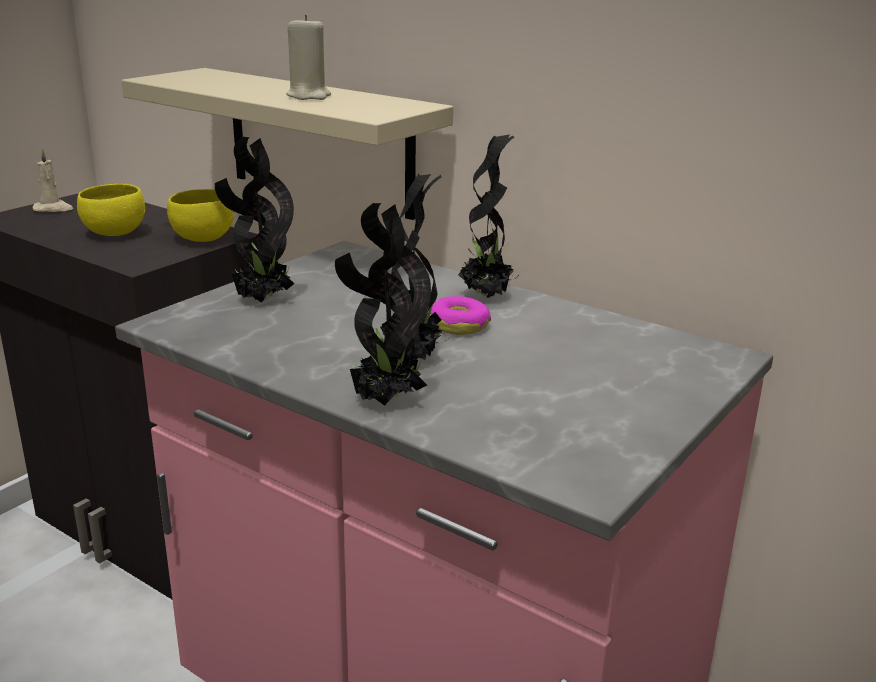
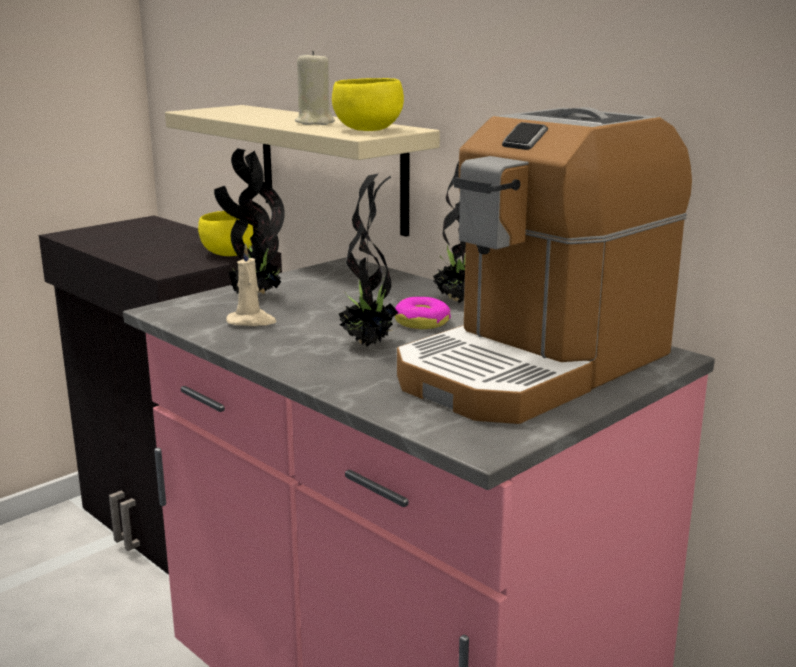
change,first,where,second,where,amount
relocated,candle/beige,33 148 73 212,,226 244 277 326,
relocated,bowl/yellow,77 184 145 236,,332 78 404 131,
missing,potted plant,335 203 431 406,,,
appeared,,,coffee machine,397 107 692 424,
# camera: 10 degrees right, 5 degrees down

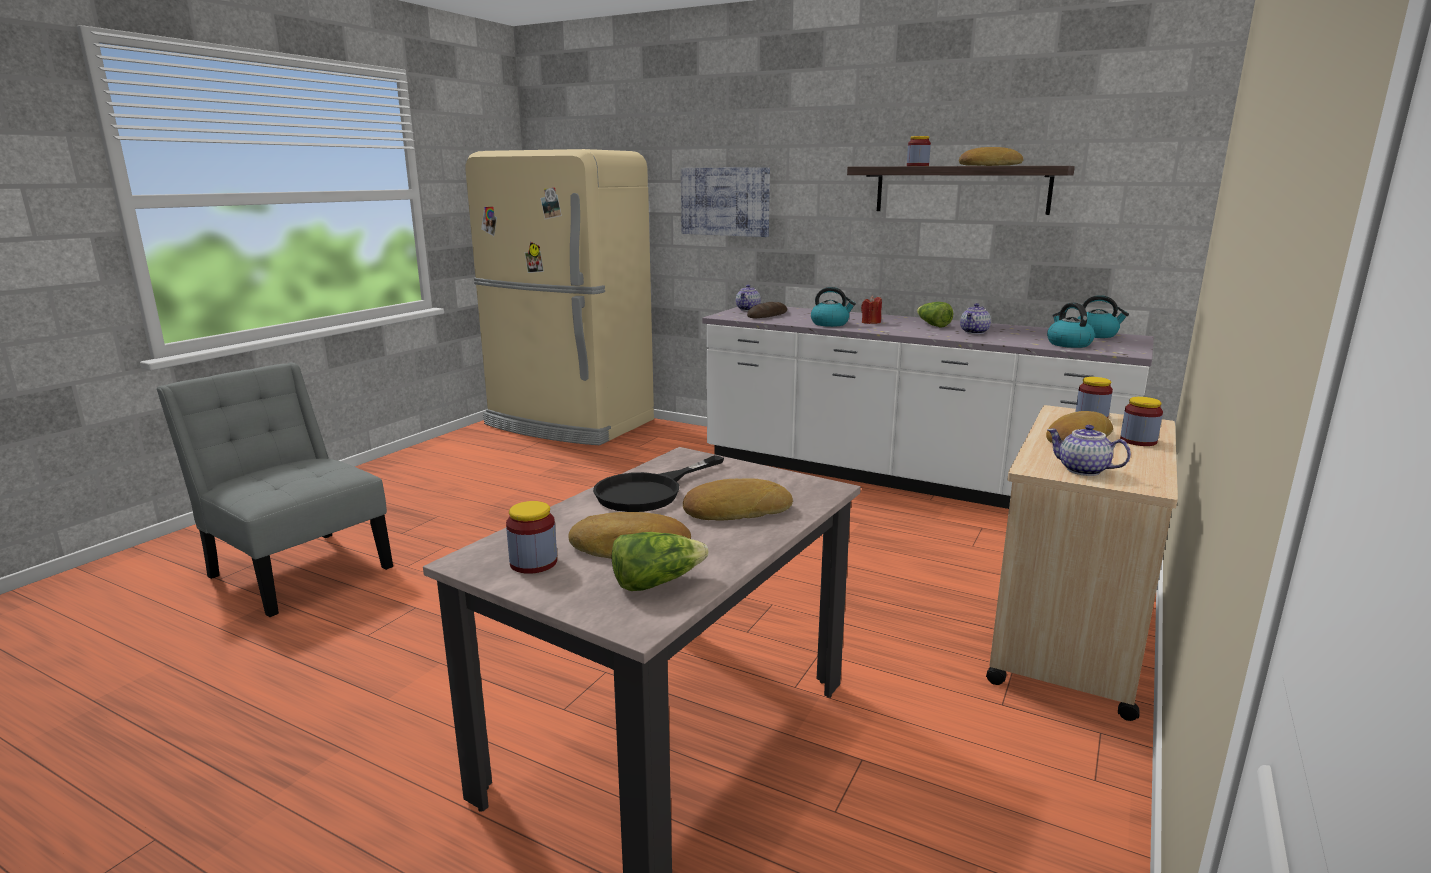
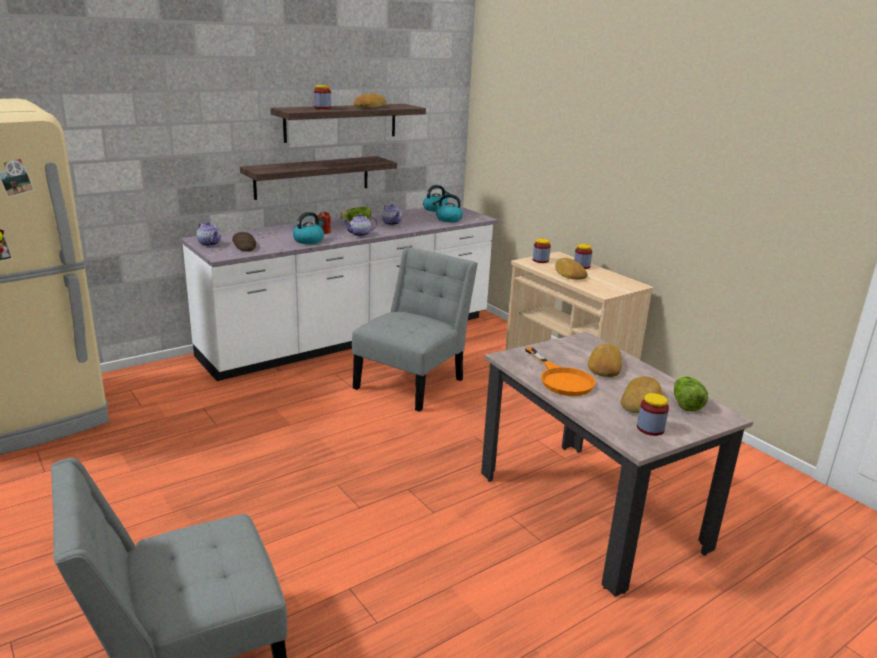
change,first,where,second,where,amount
colour,frying pan/black,593 455 724 512,frying pan/orange,525 347 596 396,
missing,picture,681 167 770 237,,,
relocated,teapot,1047 425 1131 476,,343 214 377 237,
appeared,,,shelf,240 156 397 200,
appeared,,,chair/grey,352 247 478 412,
# camera: 65 degrees left, 5 degrees up

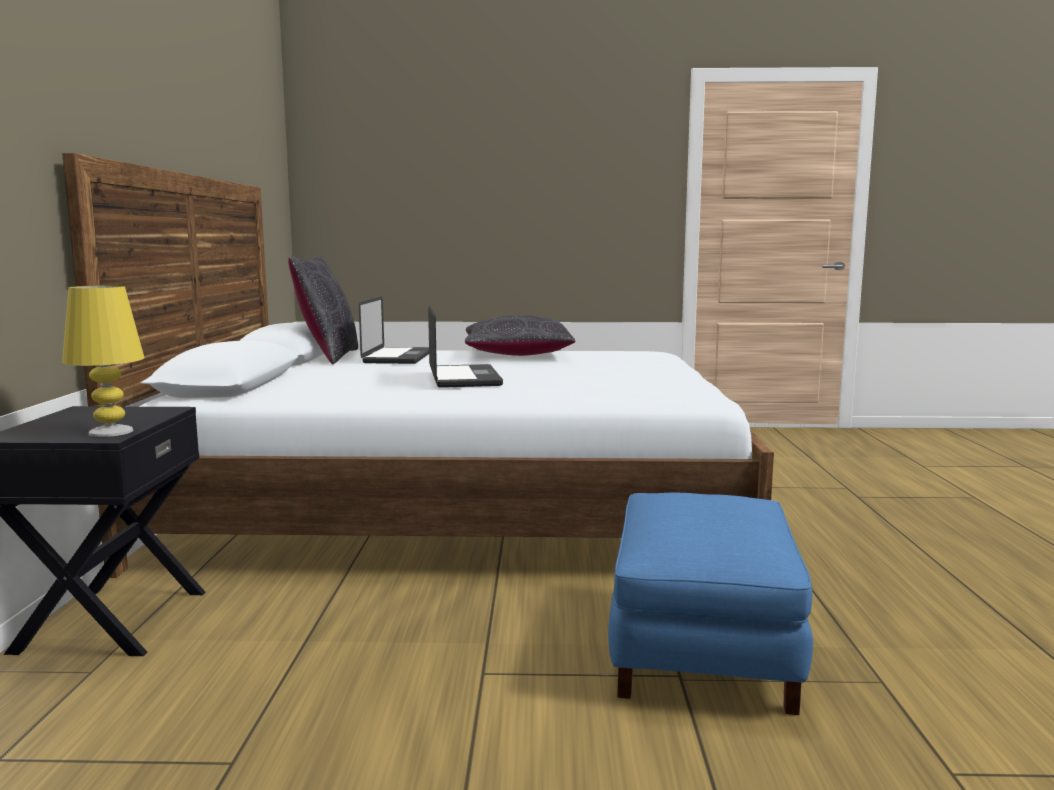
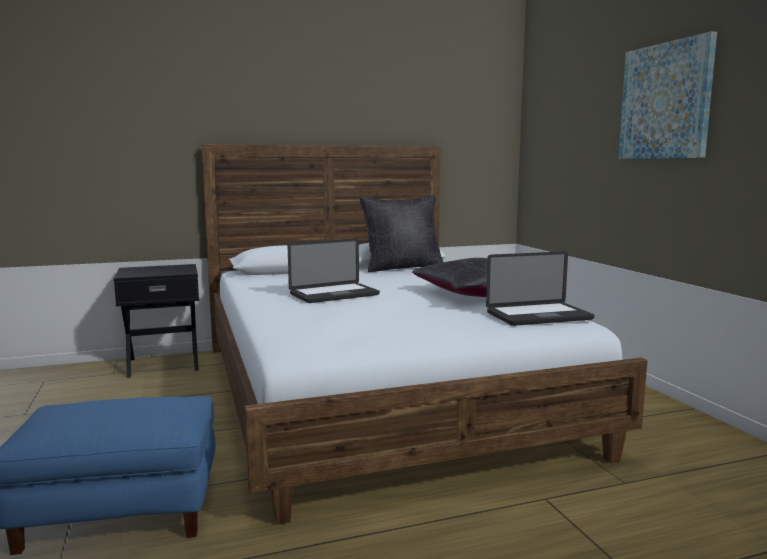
change,first,where,second,where,amount
missing,table lamp/yellow,62 285 144 437,,,
relocated,laptop,359 297 429 364,,486 251 594 326,
appeared,,,picture,618 31 717 159,
# camera: 70 degrees right, 0 degrees up

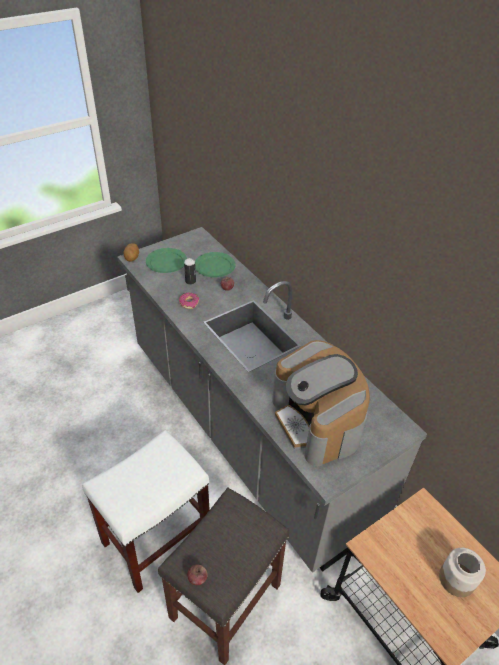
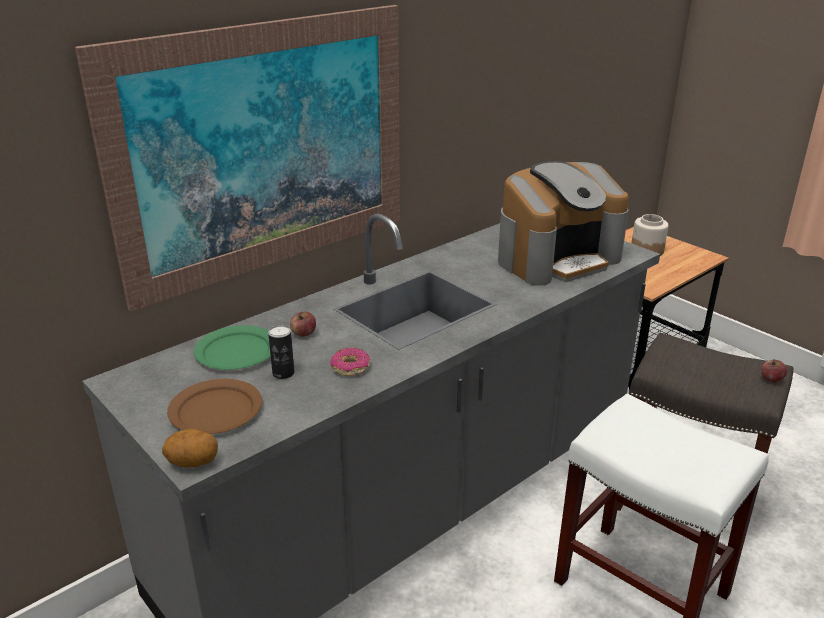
change,first,where,second,where,amount
colour,plate/green,146 248 187 273,plate/brown,167 379 262 434,
appeared,,,picture,75 5 400 311,
# camera: 95 degrees left, 15 degrees down

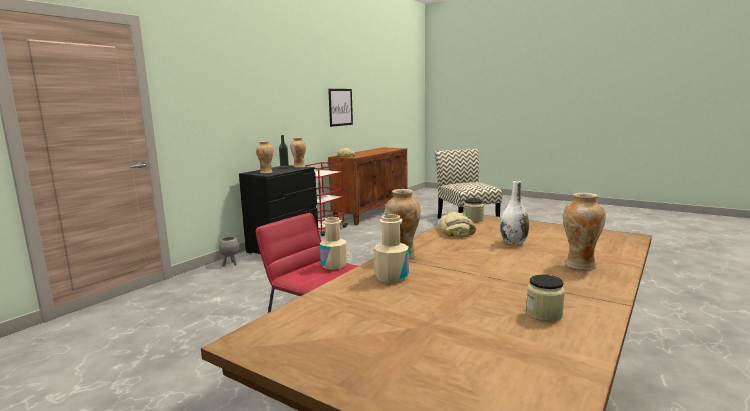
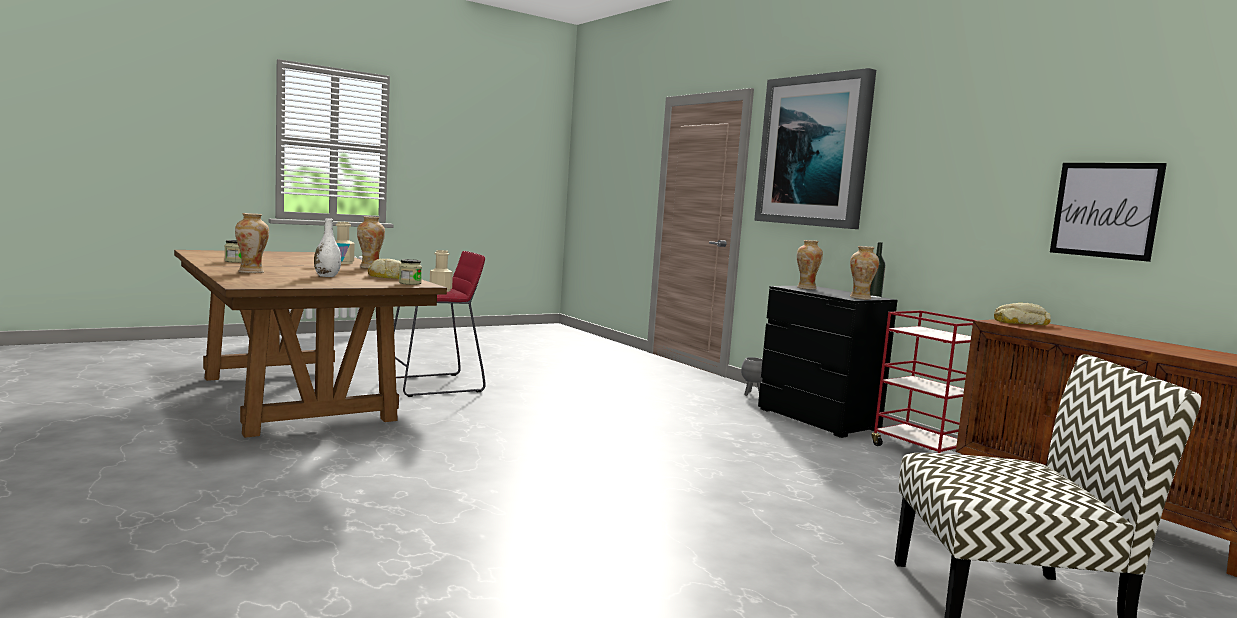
change,first,where,second,where,amount
appeared,,,picture,754 68 876 229,
# camera: 110 degrees right, 5 degrees down

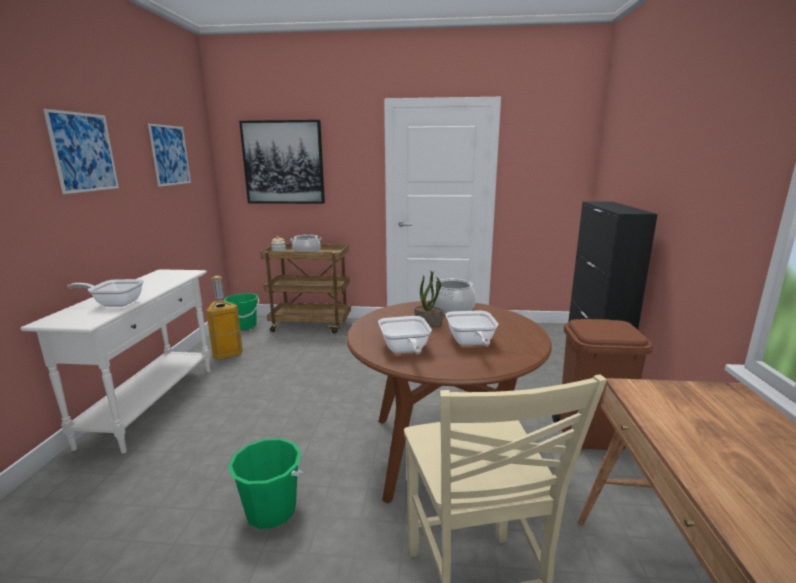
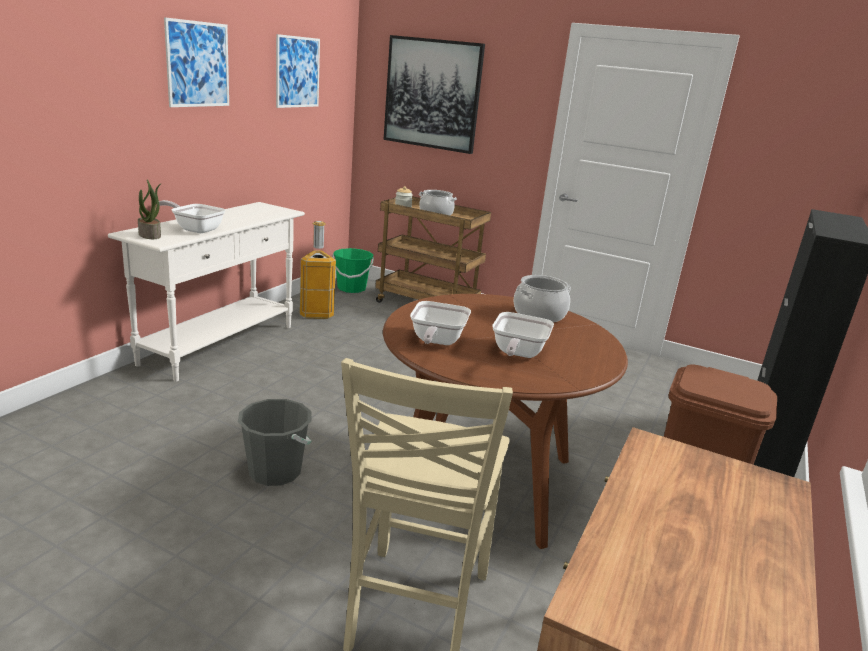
change,first,where,second,where,amount
colour,bucket/green,228 438 303 529,bucket/grey,238 399 312 486,
relocated,potted plant,414 271 443 327,,138 180 162 239,
# camera: 20 degrees right, 5 degrees up

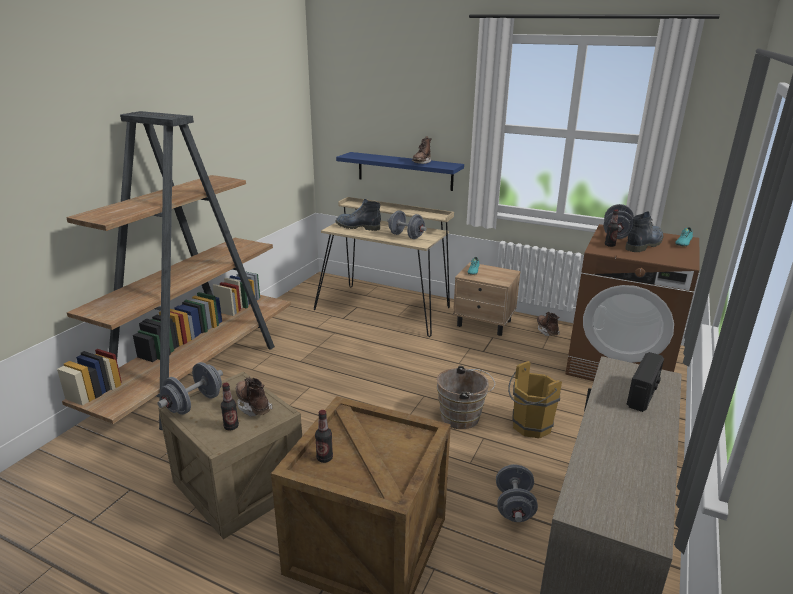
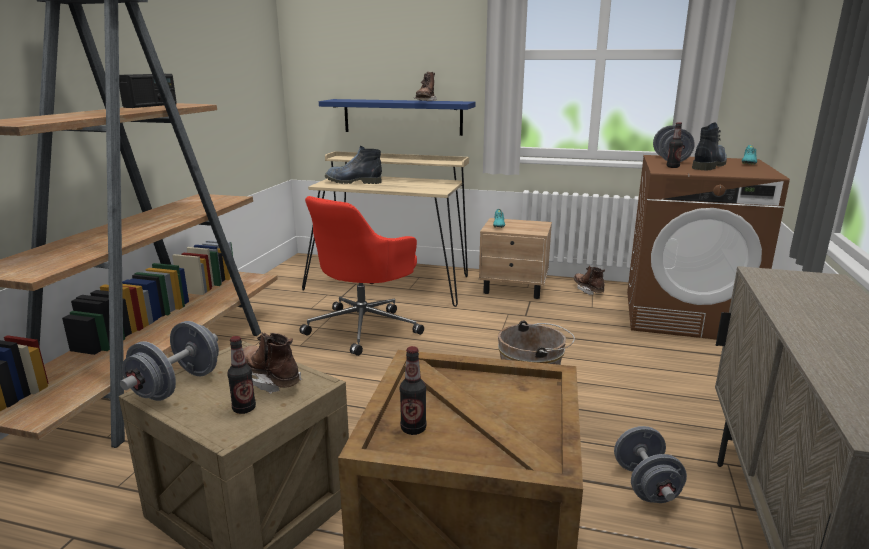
change,first,where,second,where,amount
missing,dumbbell/grey,387 210 427 239,,,
missing,bucket/brown,508 361 562 438,,,
relocated,radio,627 352 664 412,,119 74 177 108,
appeared,,,office chair/red,299 196 424 356,
# camera: 10 degrees left, 5 degrees down

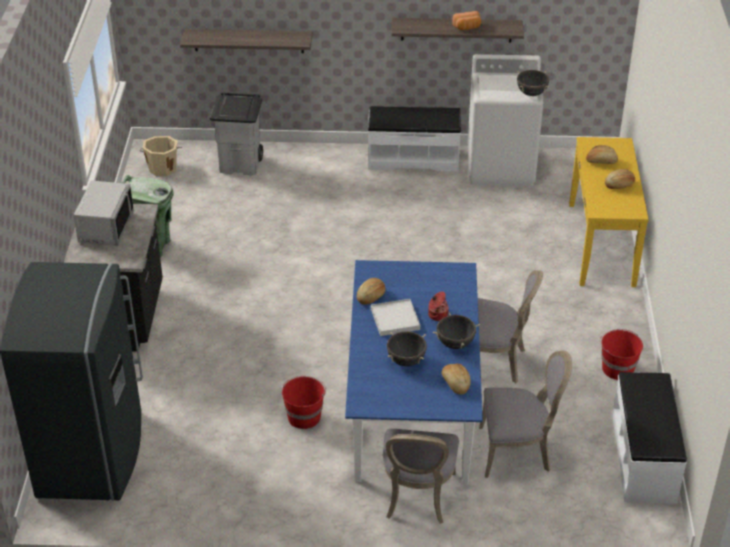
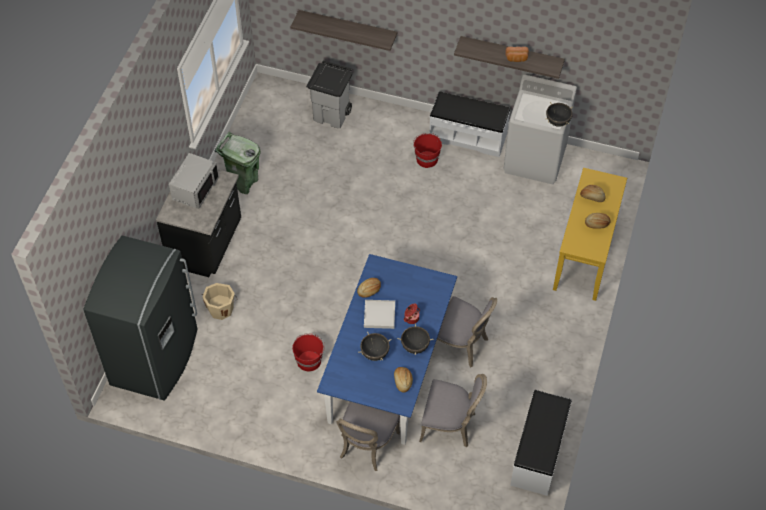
change,first,where,second,where,amount
relocated,bucket/beige,140 136 182 176,,202 283 238 320,
relocated,bucket/red,600 329 643 380,,413 133 442 168,
# camera: 15 degrees right, 15 degrees up

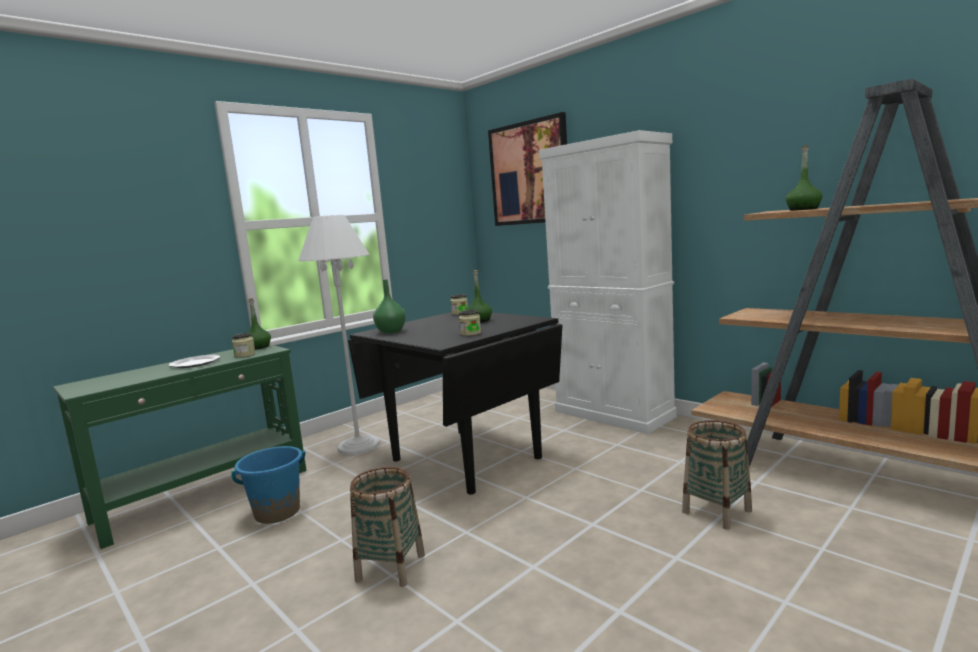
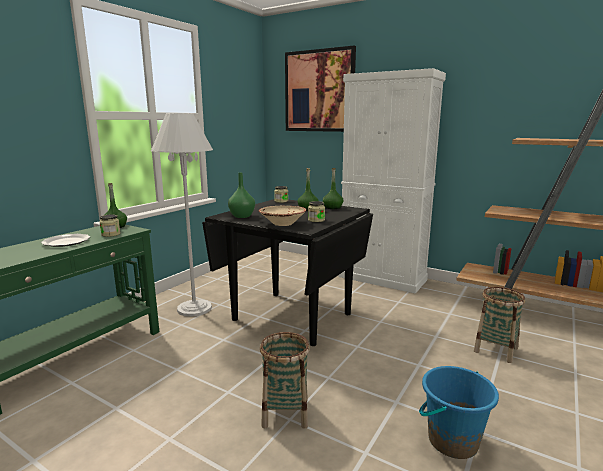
change,first,where,second,where,amount
relocated,bucket/blue,231 446 305 524,,419 366 499 459,
relocated,bottle/green,786 146 823 211,,323 168 344 209,
appeared,,,bowl/beige,259 206 306 226,
# camera: 15 degrees left, 5 degrees up

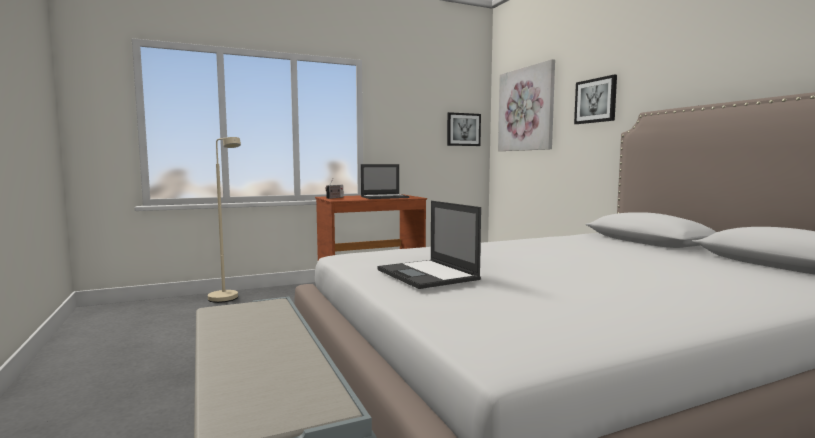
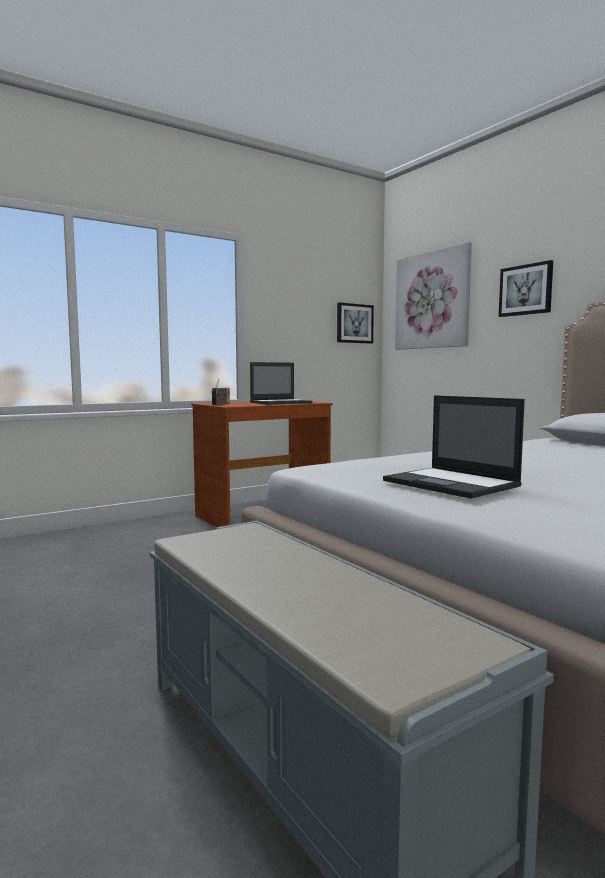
change,first,where,second,where,amount
missing,floor lamp/beige,208 137 241 303,,,
# camera: 10 degrees left, 0 degrees up

